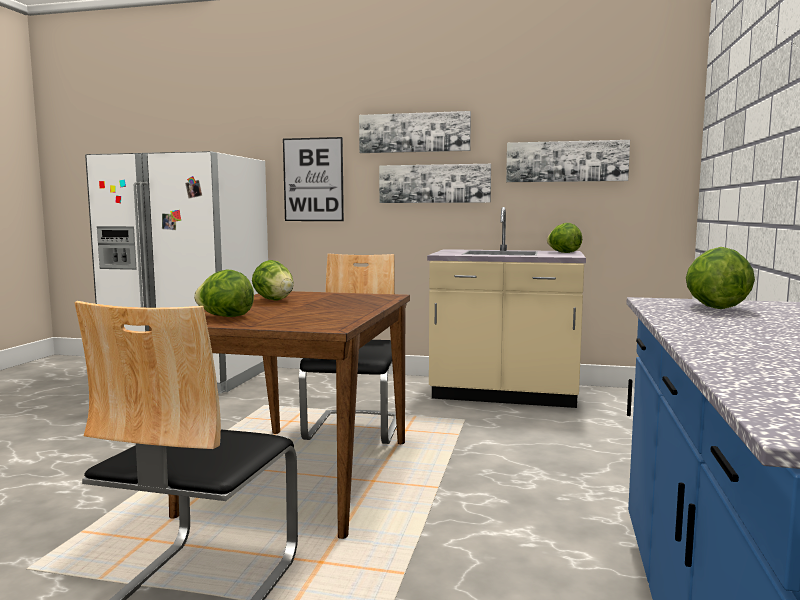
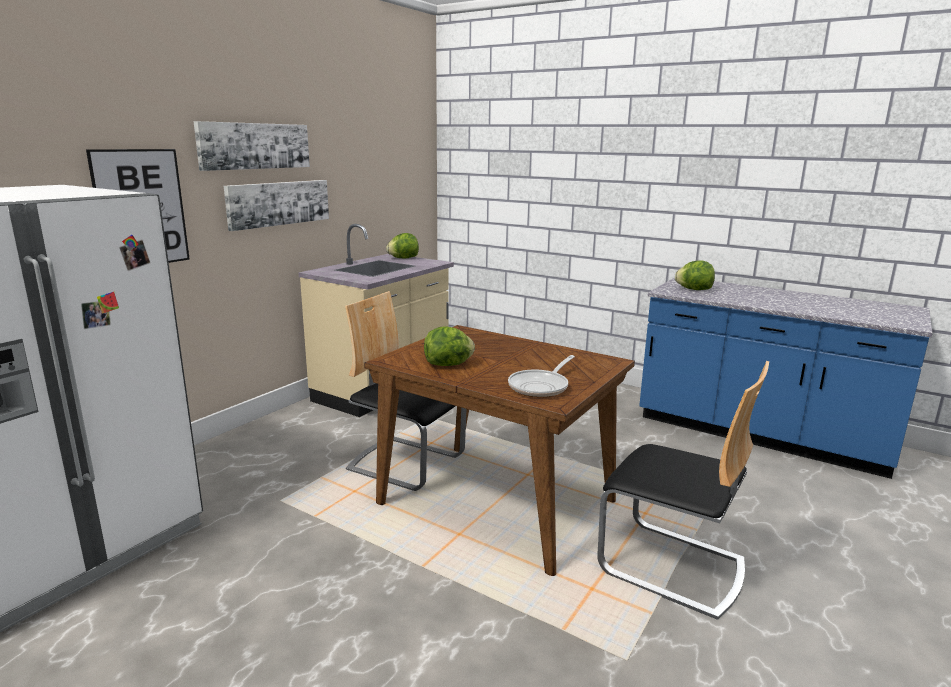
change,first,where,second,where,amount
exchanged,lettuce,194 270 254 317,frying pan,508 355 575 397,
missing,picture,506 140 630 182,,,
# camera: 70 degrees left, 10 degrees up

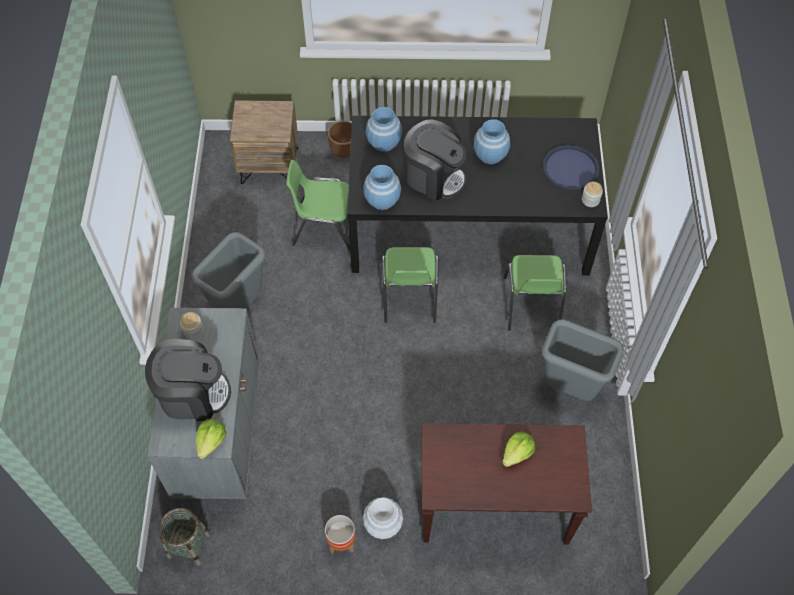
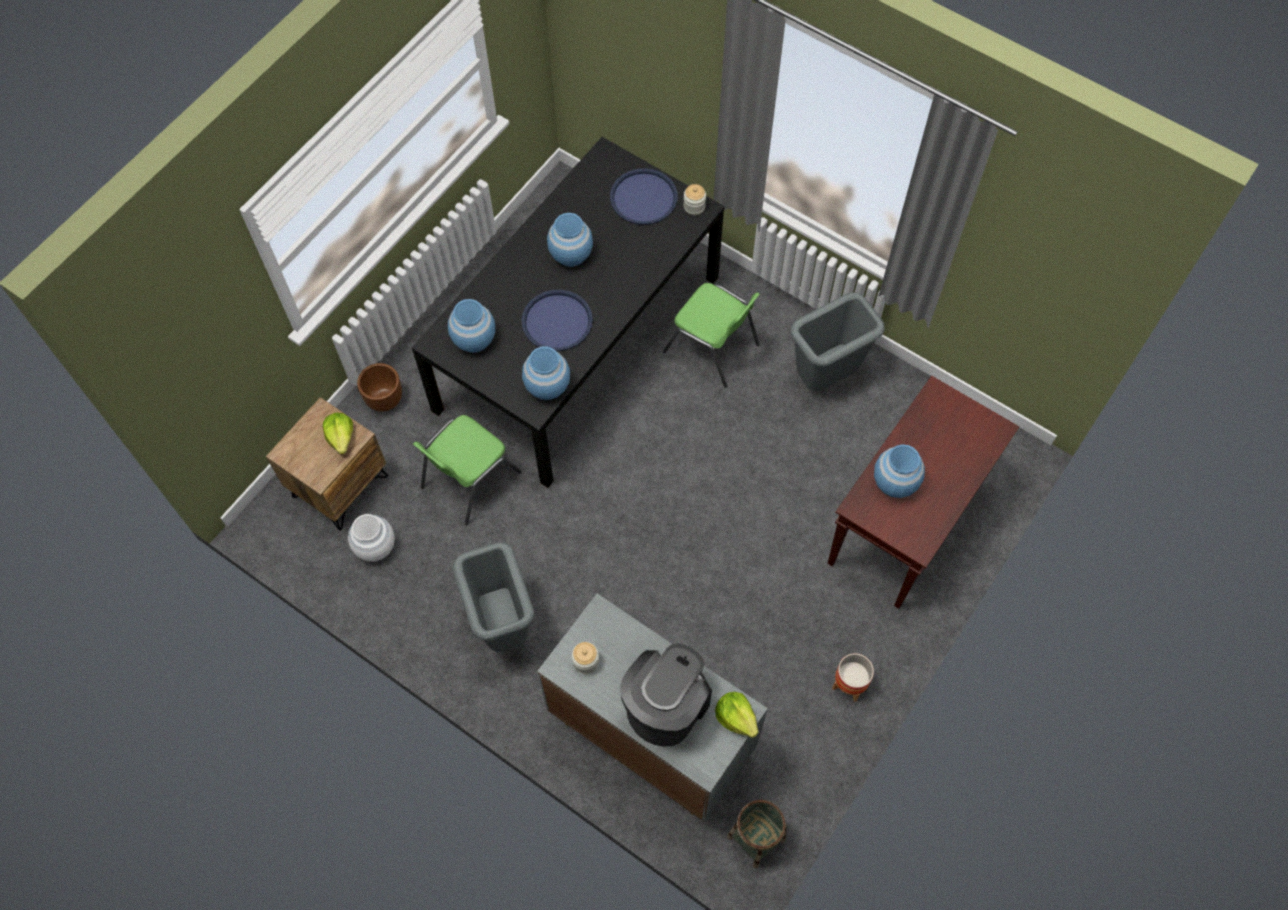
change,first,where,second,where,amount
relocated,vase/white,363 497 403 539,,348 514 395 562,
missing,chair/green,382 247 439 323,,,
exchanged,coffee machine,404 119 467 201,tray/blue,521 290 593 351,
relocated,lettuce,502 431 535 467,,323 413 353 454,
appeared,,,vase/blue,874 444 925 498,
# camera: 55 degrees left, 5 degrees up

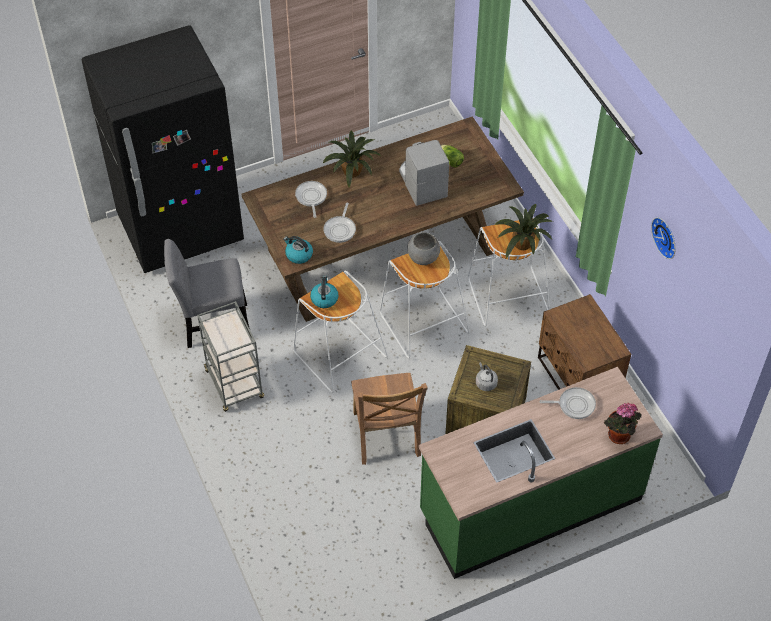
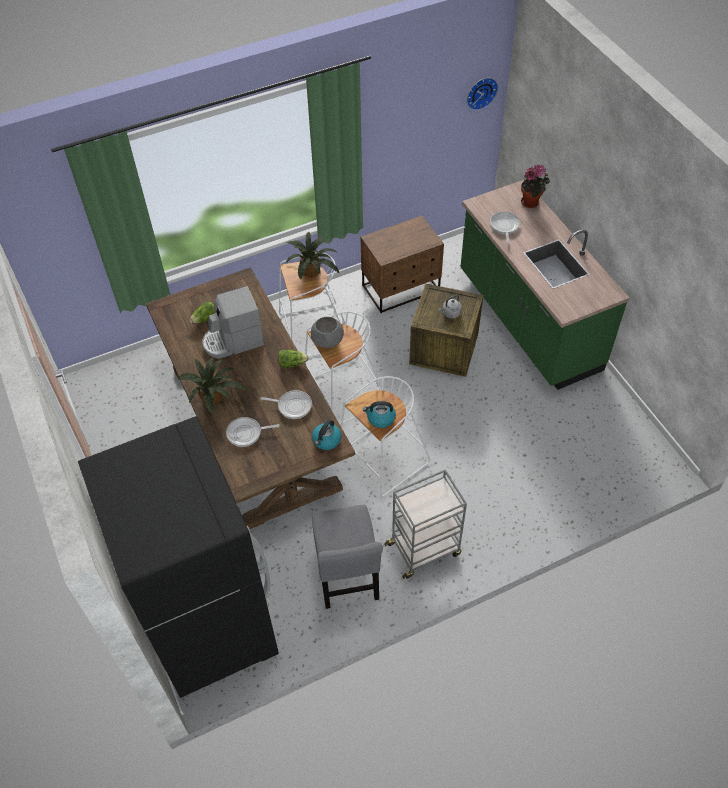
change,first,where,second,where,amount
missing,chair/brown,351 373 428 465,,,
relocated,wall clock,651 217 676 259,,467 78 498 110,
appeared,,,lettuce,278 350 309 368,
# camera: 90 degrees left, 0 degrees up

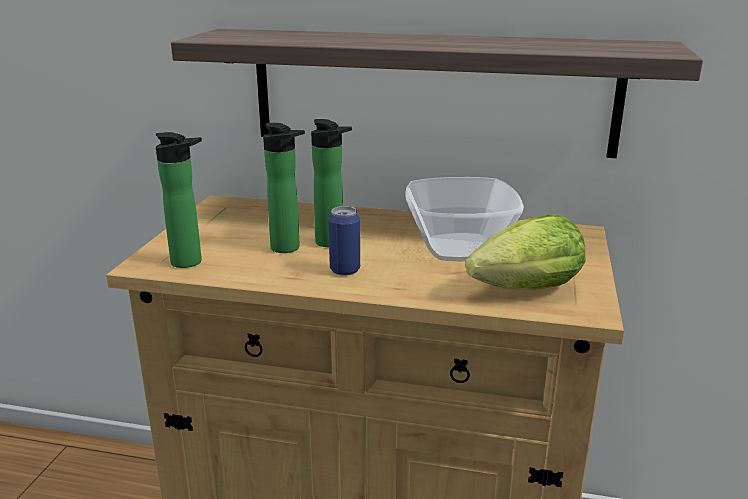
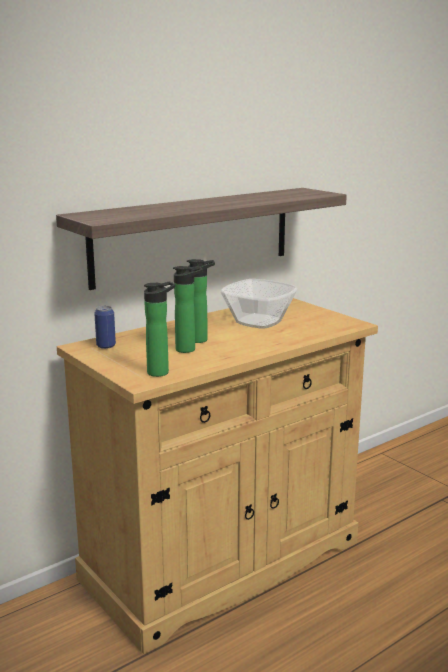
change,first,where,second,where,amount
relocated,can,328 206 360 276,,94 306 116 349,
missing,lettuce,466 215 585 290,,,
# camera: 50 degrees left, 5 degrees down

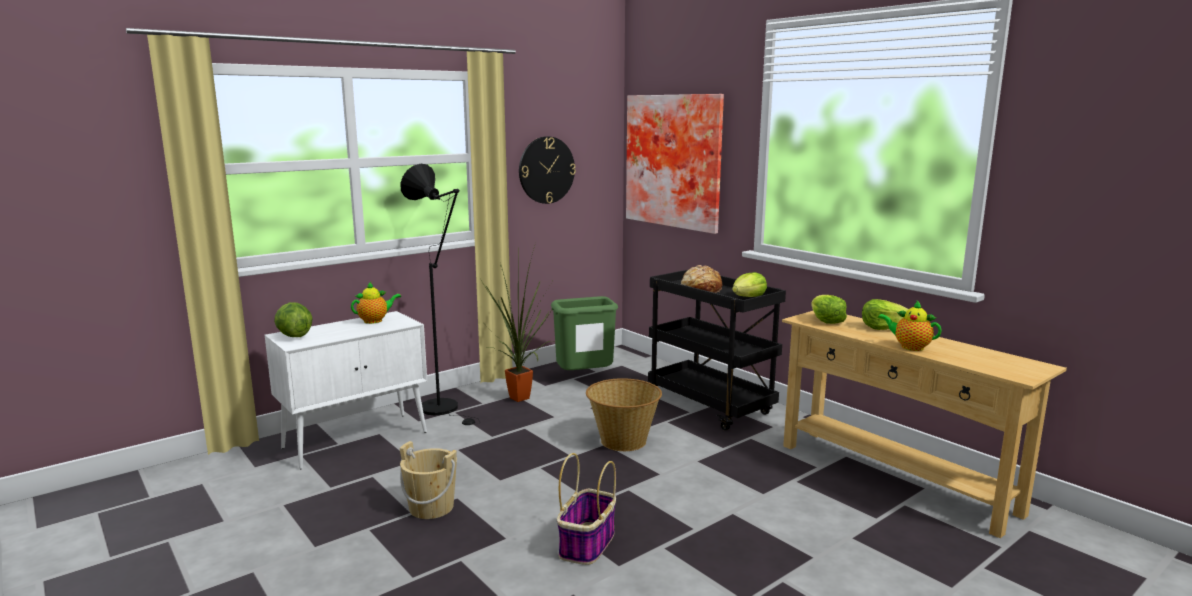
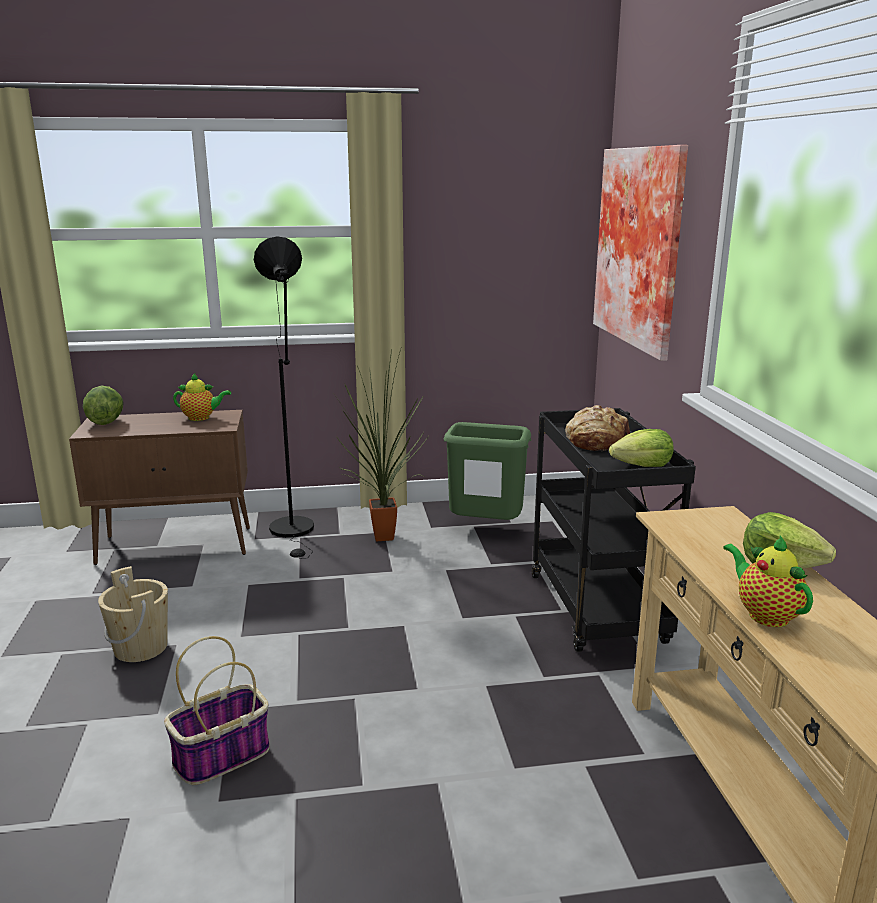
change,first,where,second,where,amount
colour,cabinet/white,265 311 427 469,cabinet/brown,69 410 250 565,
missing,wall clock,519 136 576 204,,,
missing,basket,586 378 662 451,,,
missing,lettuce,812 295 847 324,,,
# camera: 30 degrees right, 5 degrees up

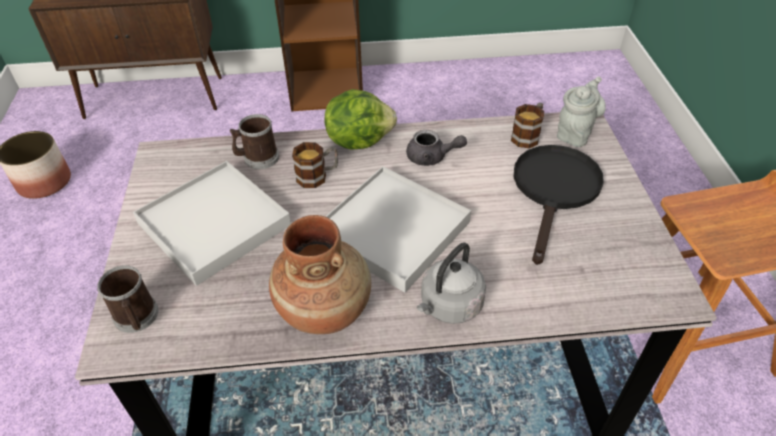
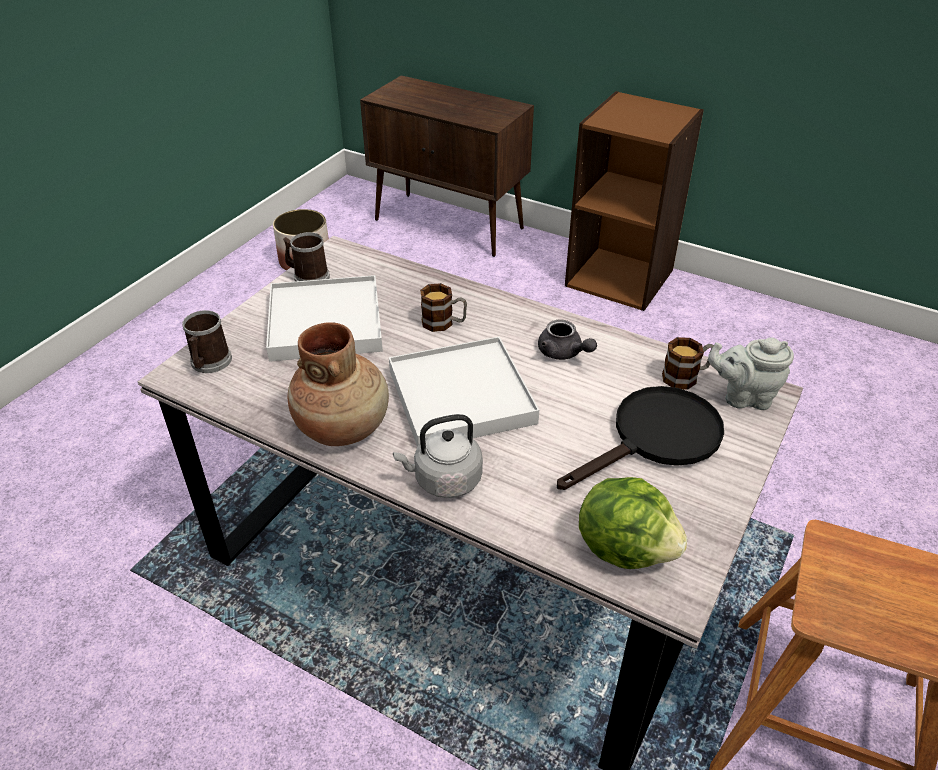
change,first,where,second,where,amount
relocated,mug,230 114 279 169,,283 232 330 282,
relocated,lettuce,324 89 397 150,,579 477 687 569,
spun,teapot/grey,557 77 606 147,,708 338 794 410,150 degrees counterclockwise
# camera: 35 degrees right, 5 degrees down

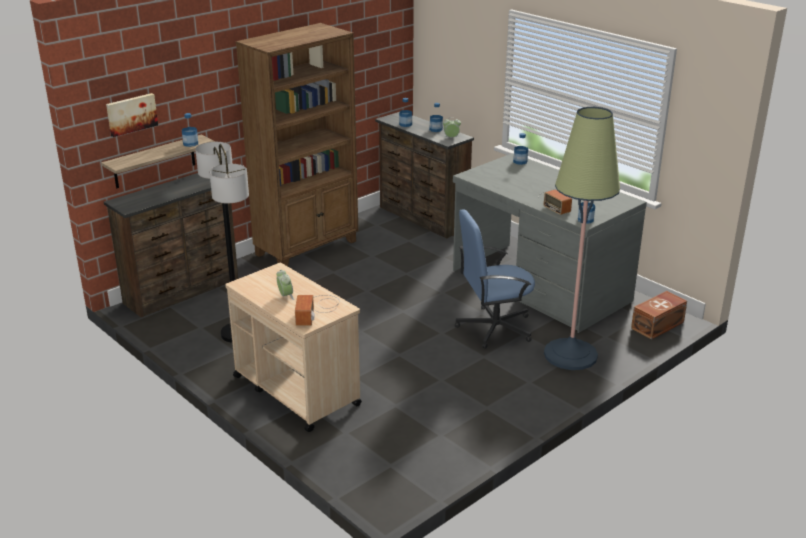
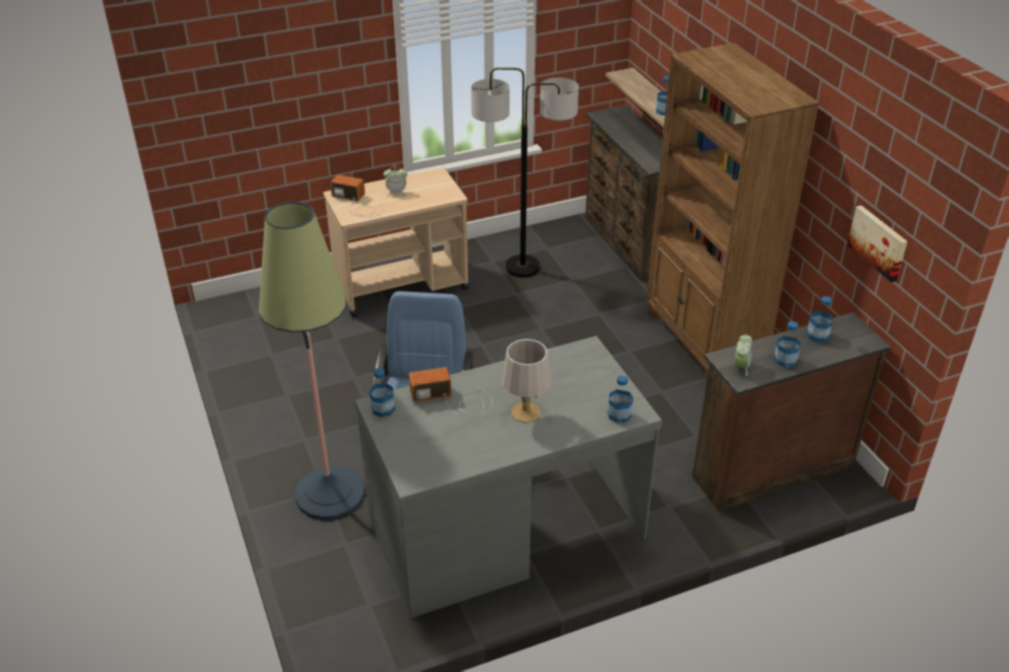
change,first,where,second,where,amount
relocated,picture,106 93 158 137,,847 205 908 282,
missing,storage box/brown,631 291 687 340,,,
appeared,,,table lamp/grey,501 339 552 423,
# camera: 110 degrees right, 10 degrees up

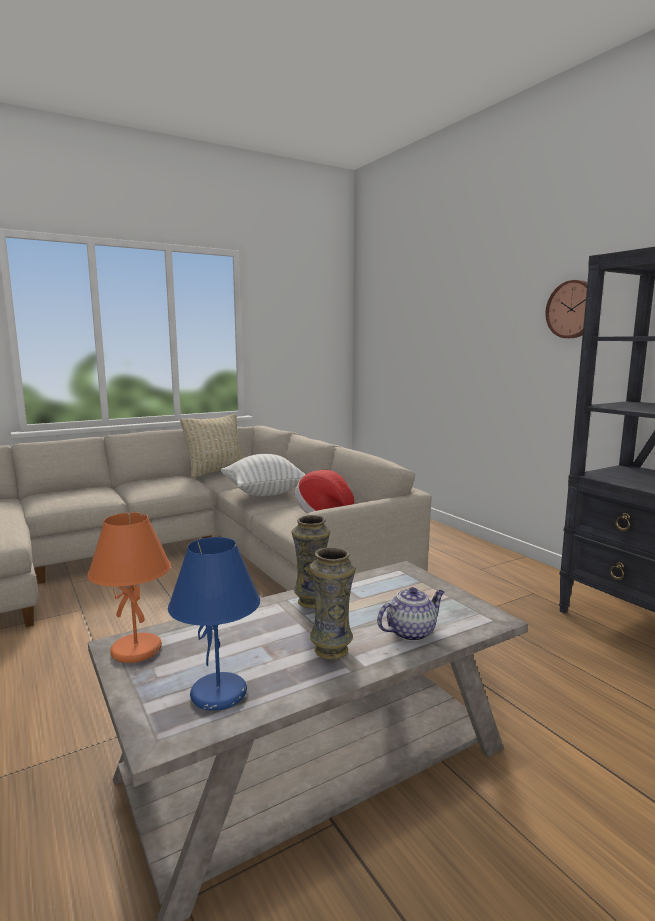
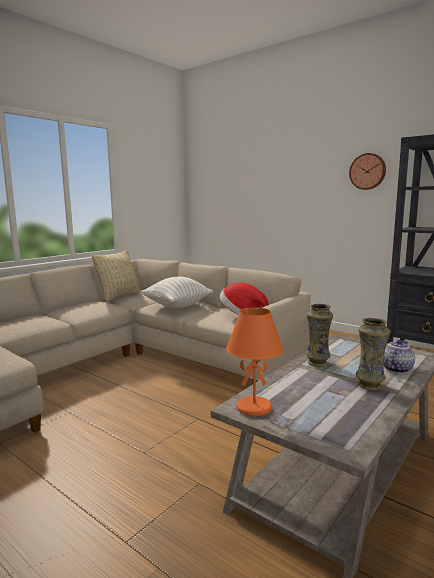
change,first,where,second,where,amount
missing,table lamp/blue,168 537 260 711,,,
# camera: 20 degrees left, 0 degrees up

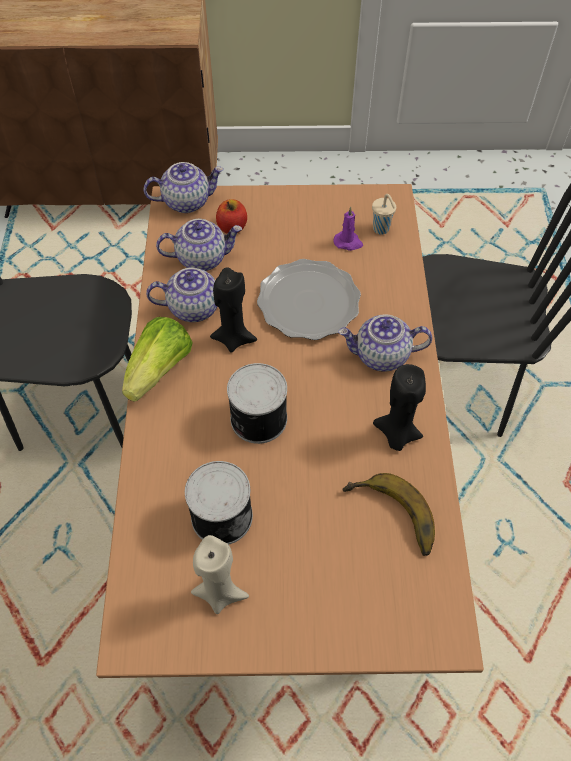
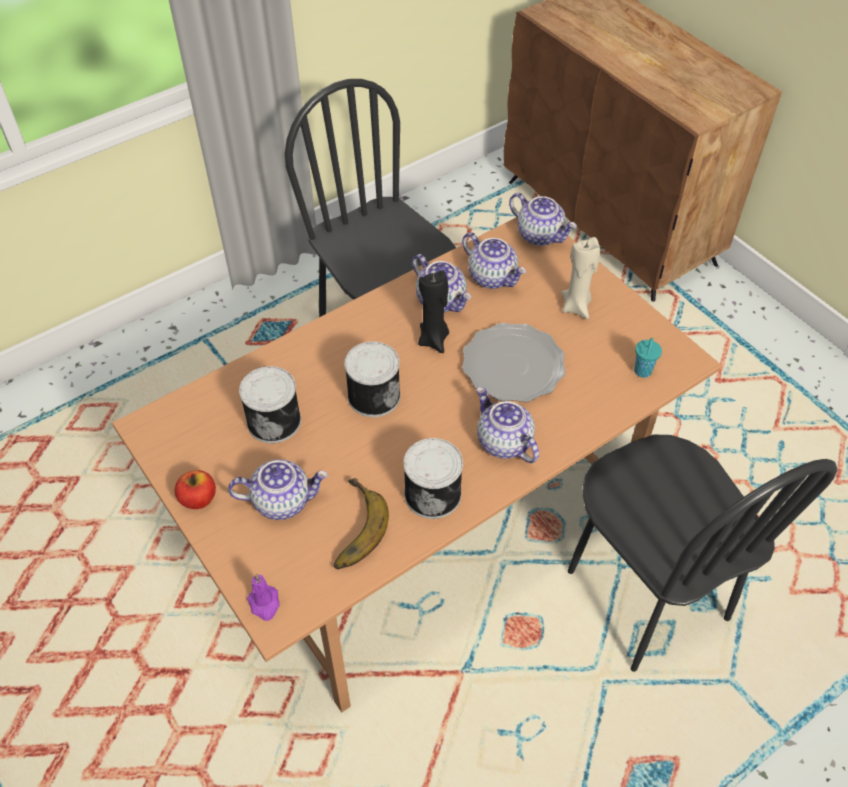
change,first,where,second,where,amount
missing,lettuce,122 317 193 402,,,
relocated,candle/beige,191 535 249 614,,562 237 600 319,
relocated,apple,216 199 247 234,,175 470 216 509,
relocated,candle/purple,333 207 363 251,,247 573 280 621,
colour,cup/beige,372 194 396 235,cup/turquoise,634 338 662 378,
exchanged,candle/black,373 364 426 451,can,403 438 463 519,
appeared,,,teapot,228 459 328 520,
# camera: 55 degrees right, 5 degrees down

